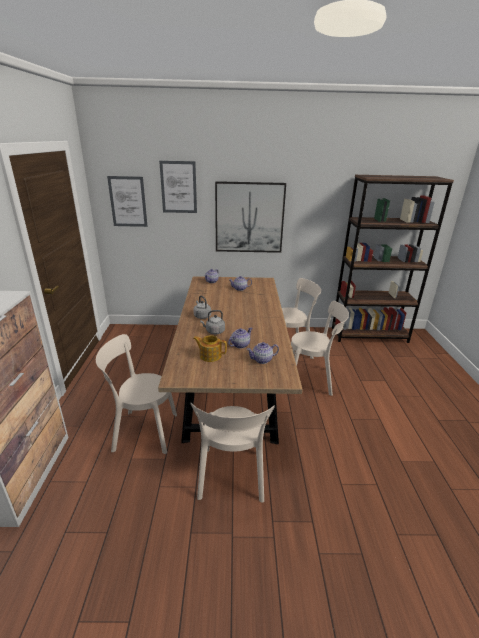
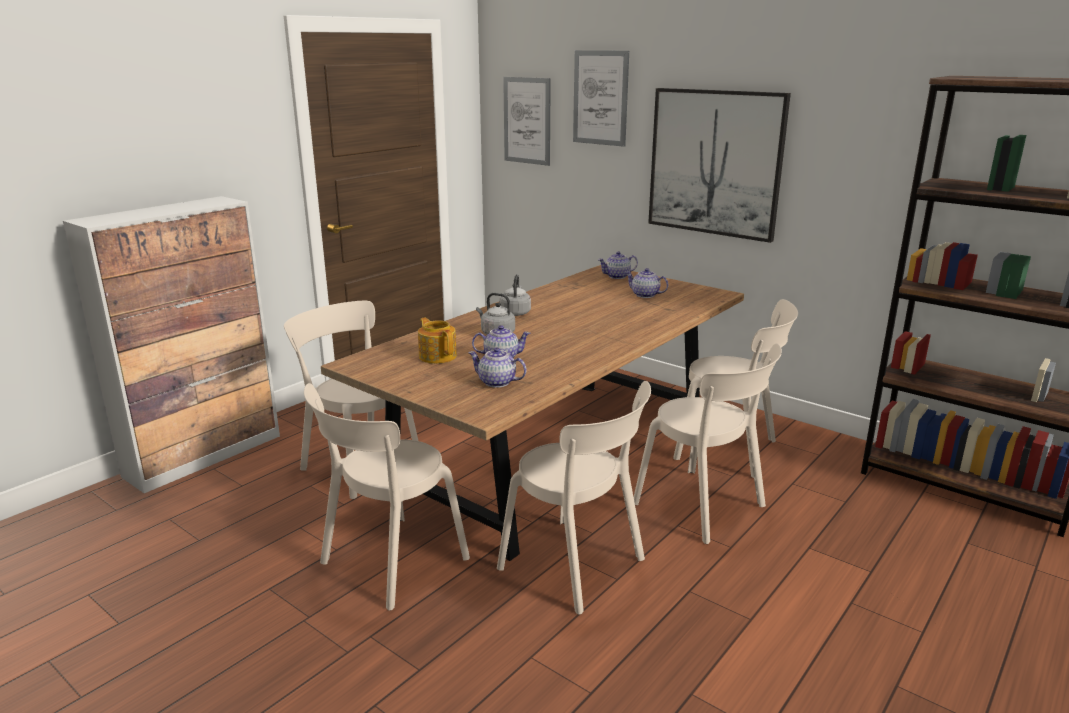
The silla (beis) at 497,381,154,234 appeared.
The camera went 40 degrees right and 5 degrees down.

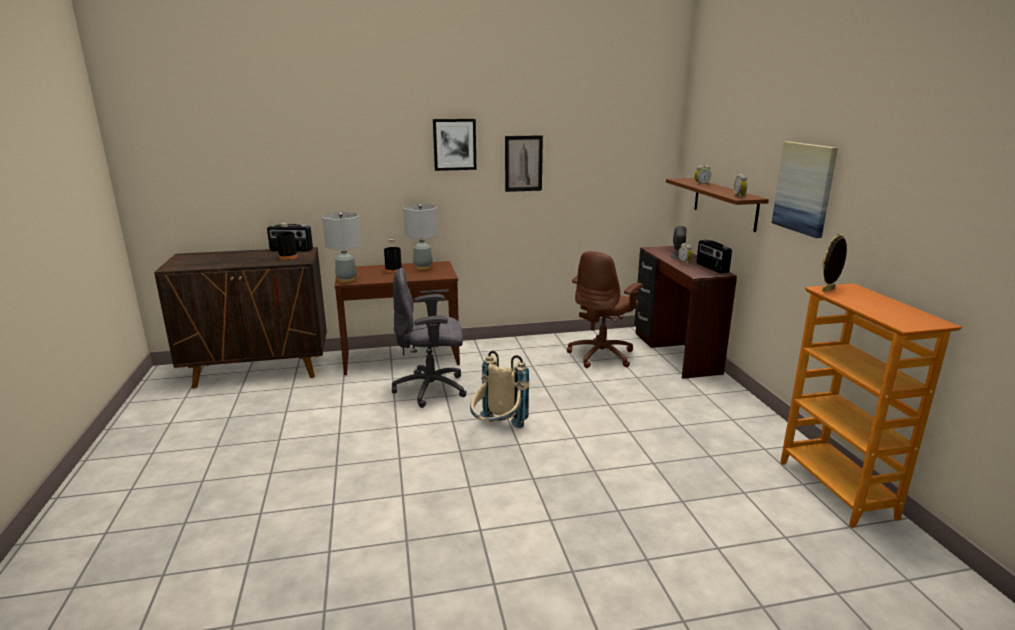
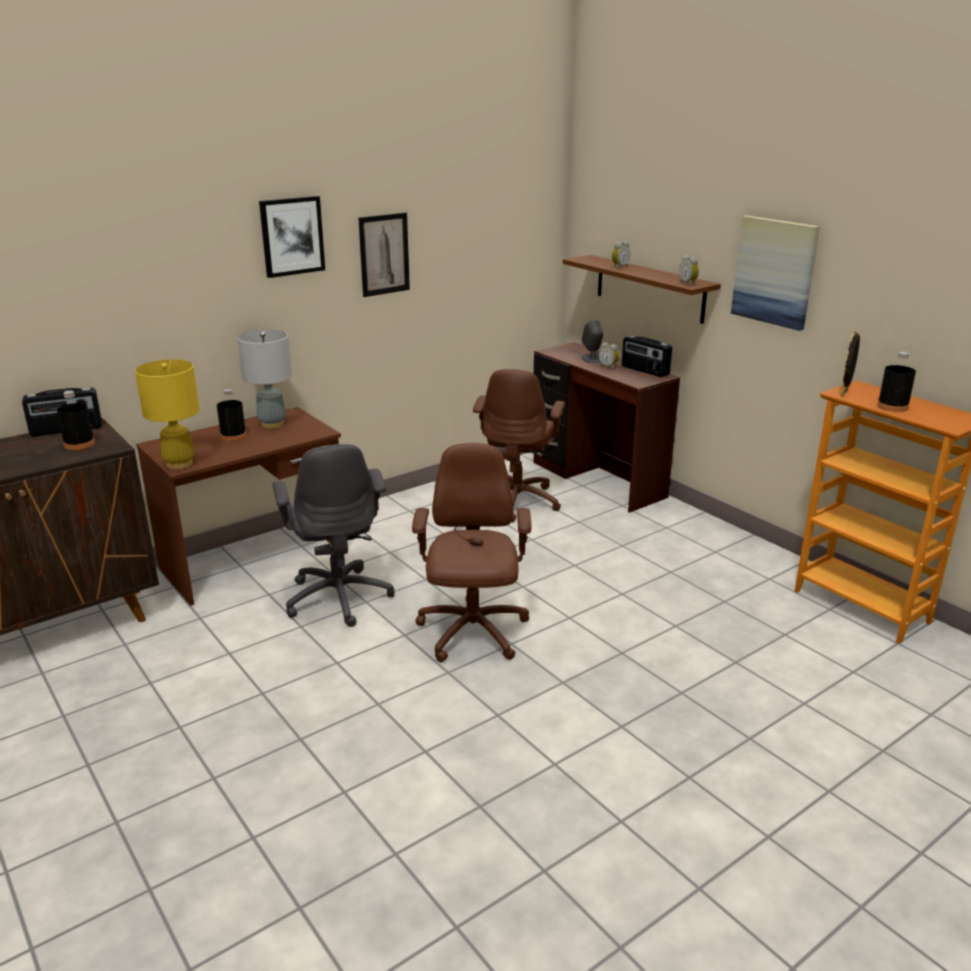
The lámpara de mesa (gris) at 322,212,39,71 became the lámpara de mesa (amarillo) at 135,360,65,110.
The silla de oficina (gris) at 392,268,75,140 turned 75 degrees counterclockwise.
The mochila (beis) at 470,351,59,77 was replaced by the silla de oficina (marrón) at 412,443,119,219.
The botella (negro) at 877,352,39,60 appeared.
The camera went 25 degrees left and 5 degrees up.

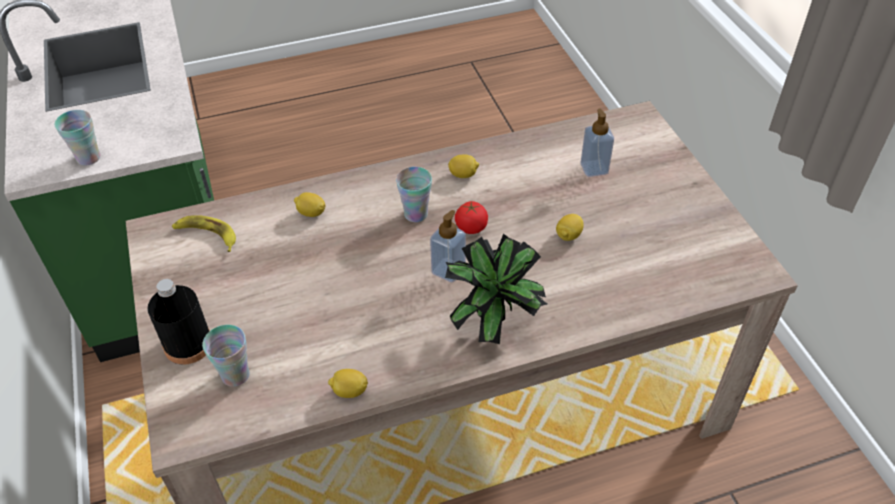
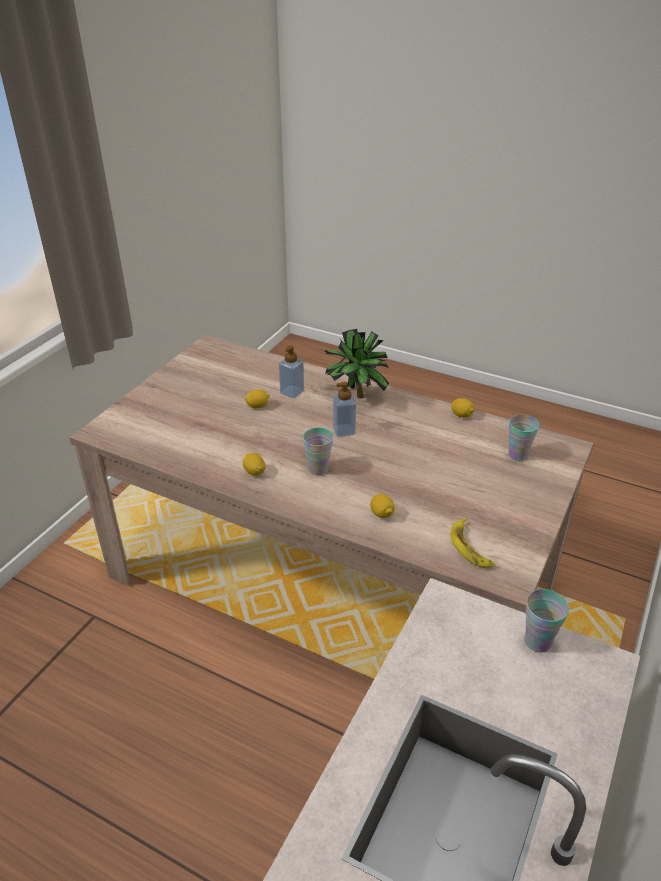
The dispensador de jabón moved from 580,109,34,68 to 279,345,25,54.
The botella (negro) at 147,279,63,86 disappeared.
The tomate at 455,201,33,33 disappeared.
The camera went 135 degrees left and 10 degrees down.

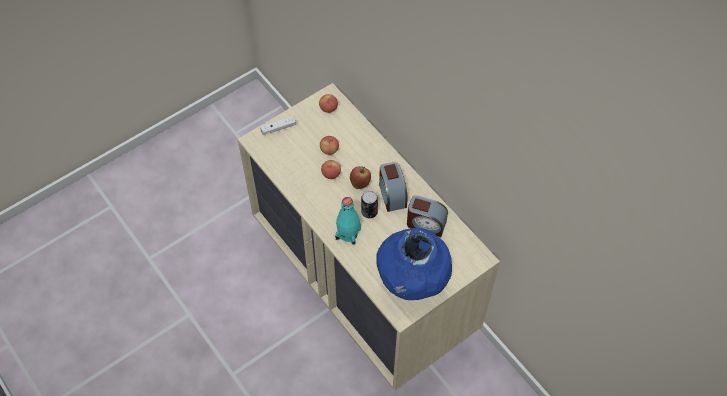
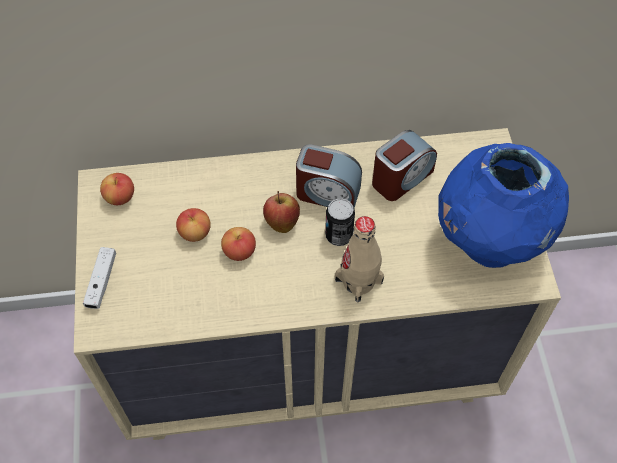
The botella (turquesa) at 335,197,26,48 became the botella (beis) at 335,216,49,86.
The camera went 60 degrees left and 0 degrees up.

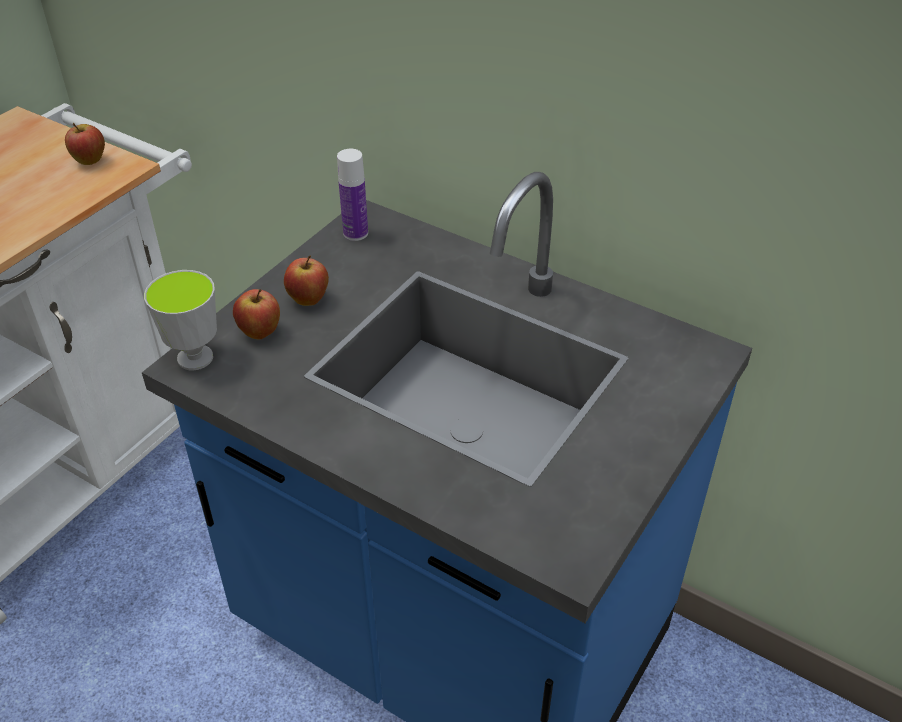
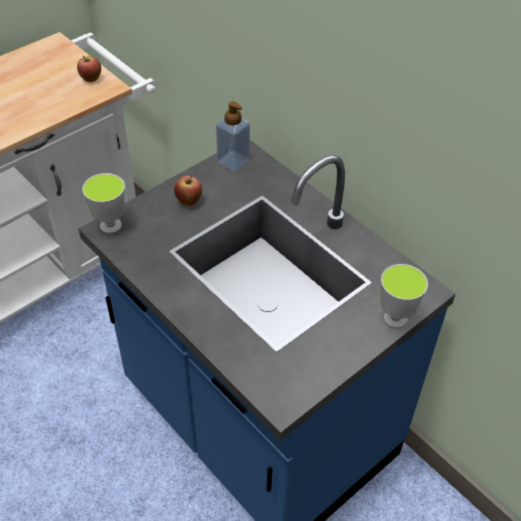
The botella at 337,149,31,92 was replaced by the dispensador de jabón at 216,101,34,71.
The taza at 380,264,48,64 appeared.
The manzana at 233,289,47,50 disappeared.
The camera went 15 degrees right and 5 degrees up.

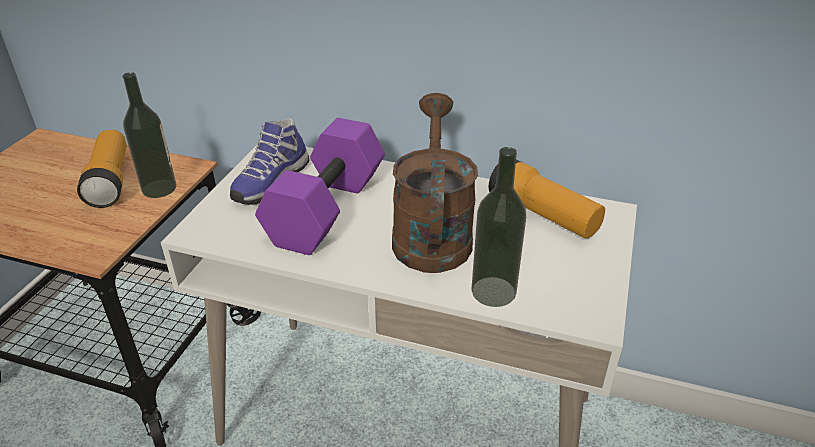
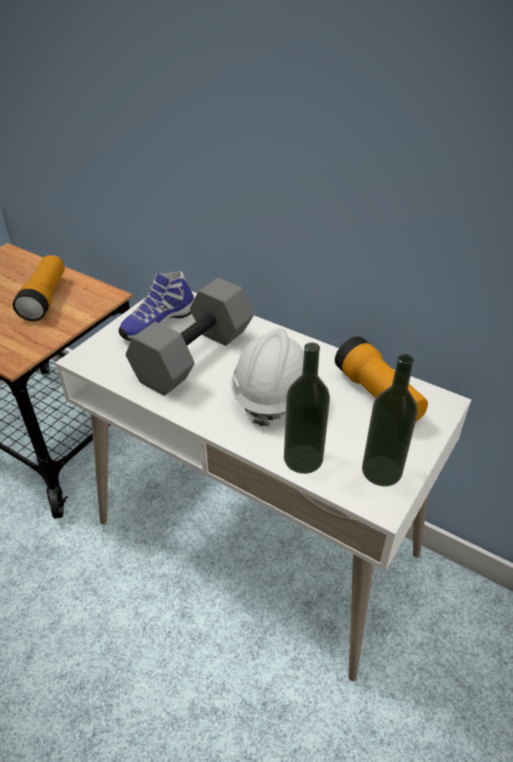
The mancuerna (morado) at 255,118,130,137 became the mancuerna (gris) at 126,278,128,118.
The regadera (marrón) at 392,93,86,180 was replaced by the casco (blanco) at 231,328,73,99.
The botella moved from 123,72,53,126 to 362,354,56,132.
The camera went 15 degrees right and 5 degrees up.

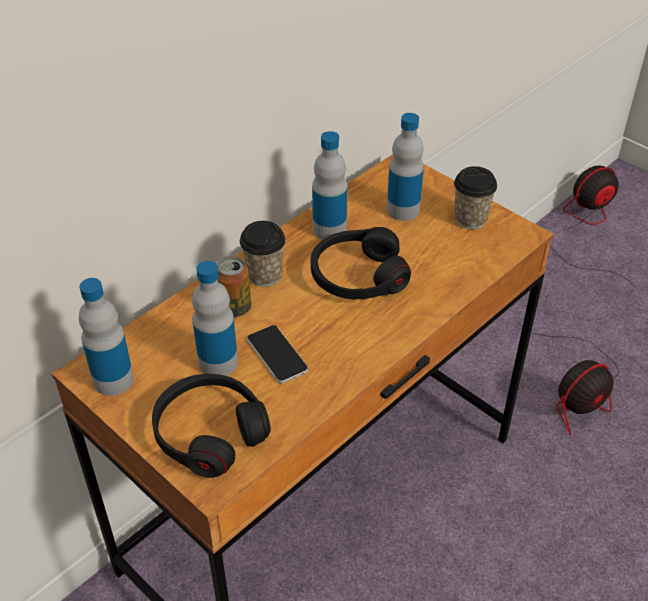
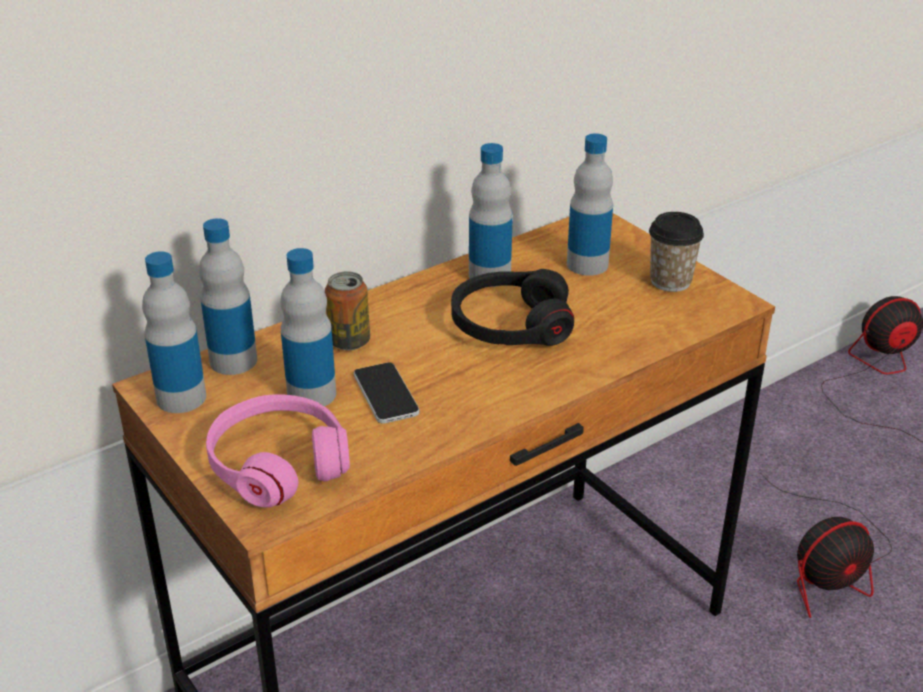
The botella at 199,218,58,157 appeared.
The auriculares (negro) at 152,374,119,104 became the auriculares (rosa) at 206,394,144,113.
The taza at 240,221,45,66 disappeared.
The camera went 10 degrees right and 10 degrees down.

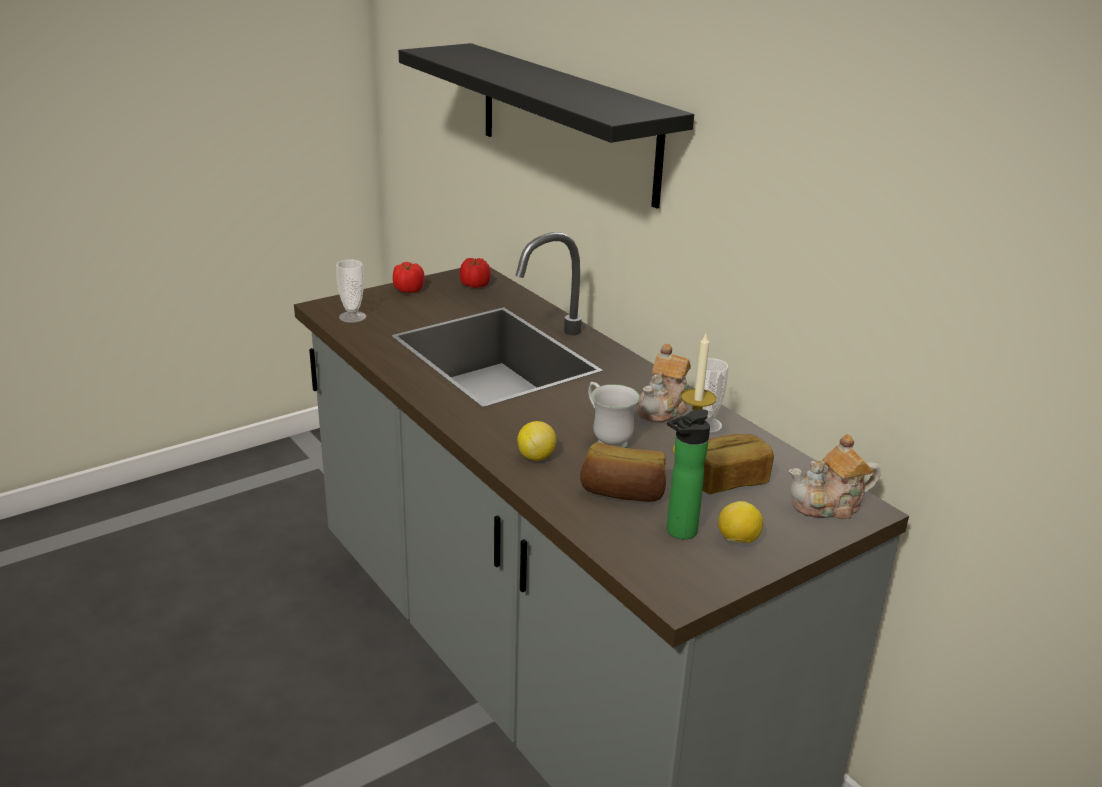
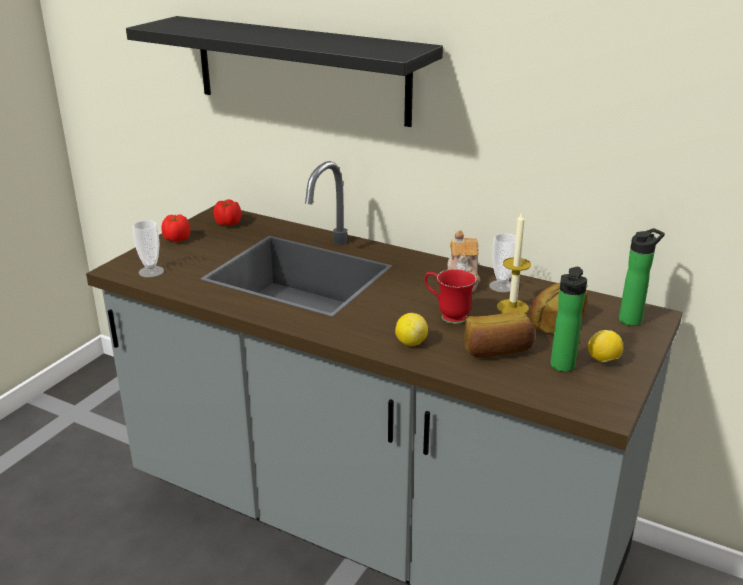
The taza grande (blanco) at 588,382,52,66 became the taza grande (rojo) at 425,269,51,55.
The tetera at 789,434,92,85 was replaced by the botella at 619,228,46,98.
The camera went 25 degrees left and 0 degrees up.

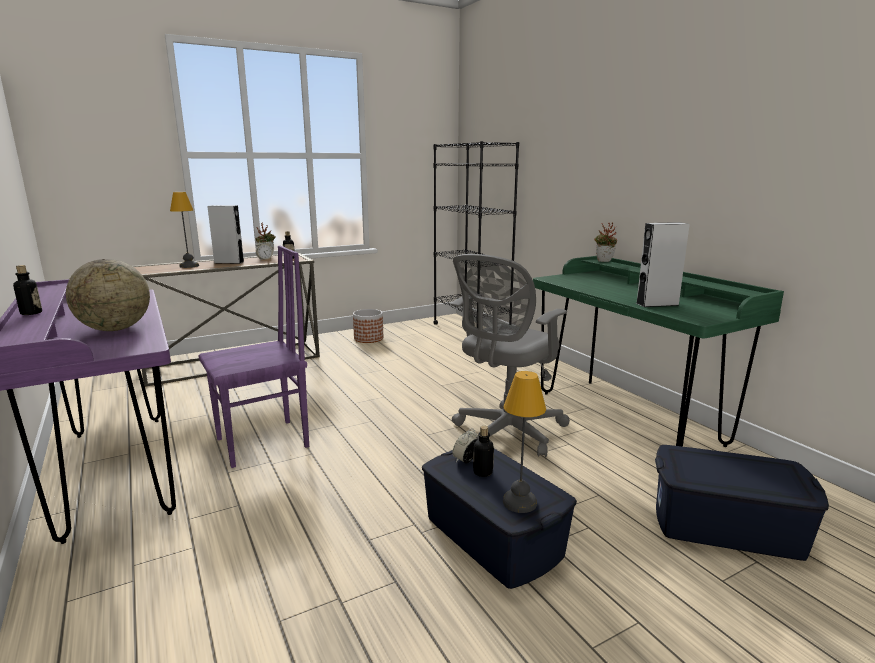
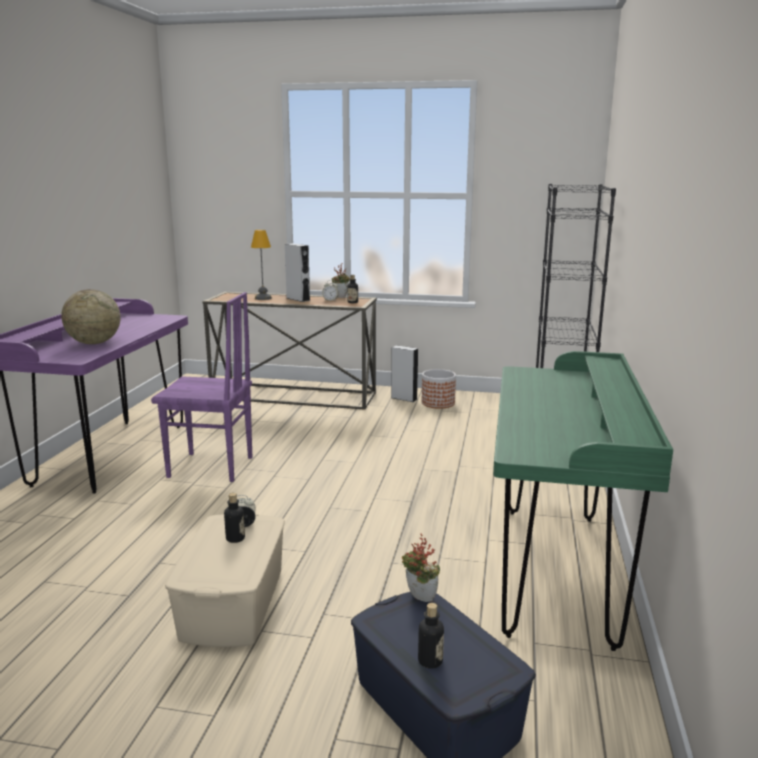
The caja de almacenaje (azul) at 422,449,155,140 became the caja de almacenaje (beis) at 165,514,120,133.
The altavoz (gris) moved from 636,222,54,85 to 391,345,27,57.
The planta en maceta moved from 594,223,23,39 to 402,534,38,68.
The botella moved from 13,265,29,50 to 418,603,26,66.
The silla de oficina (gris) at 451,254,119,203 disappeared.
The lámpara de mesa at 503,371,43,142 disappeared.
The camera went 40 degrees right and 0 degrees up.

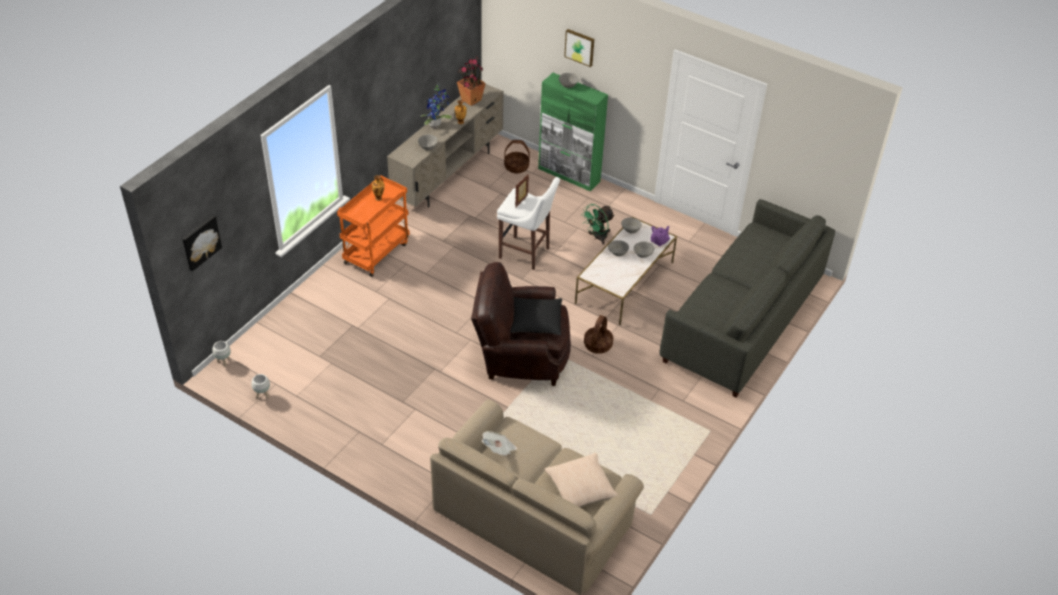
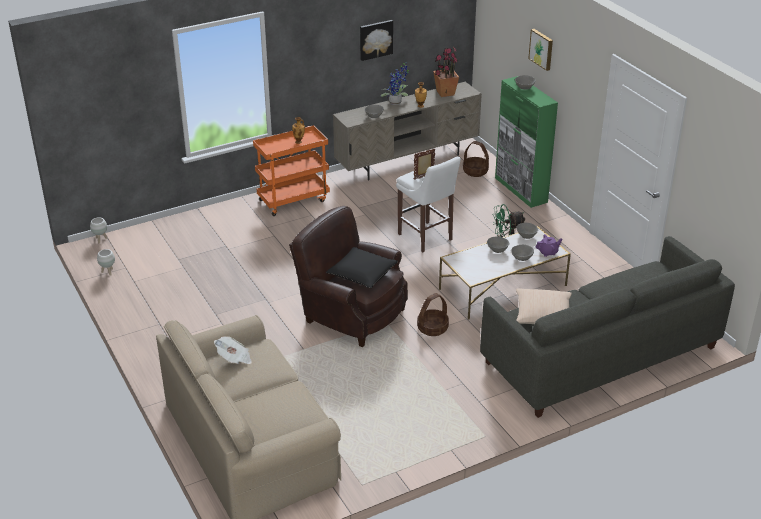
The cuadro moved from 182,215,40,56 to 360,20,33,41.
The cojín (beis) moved from 544,453,74,54 to 516,288,56,36.
The camera went 30 degrees right and 10 degrees down.

